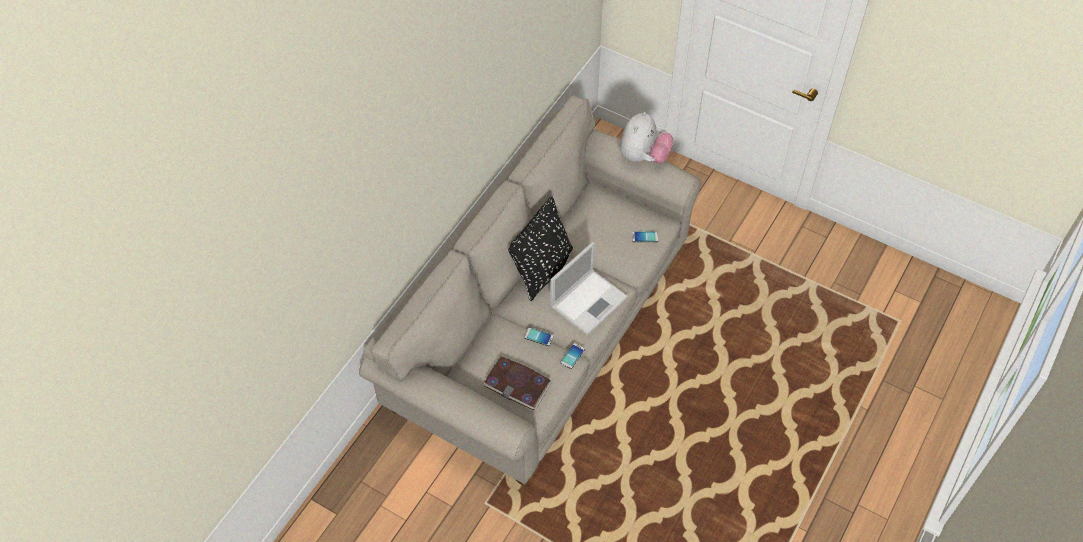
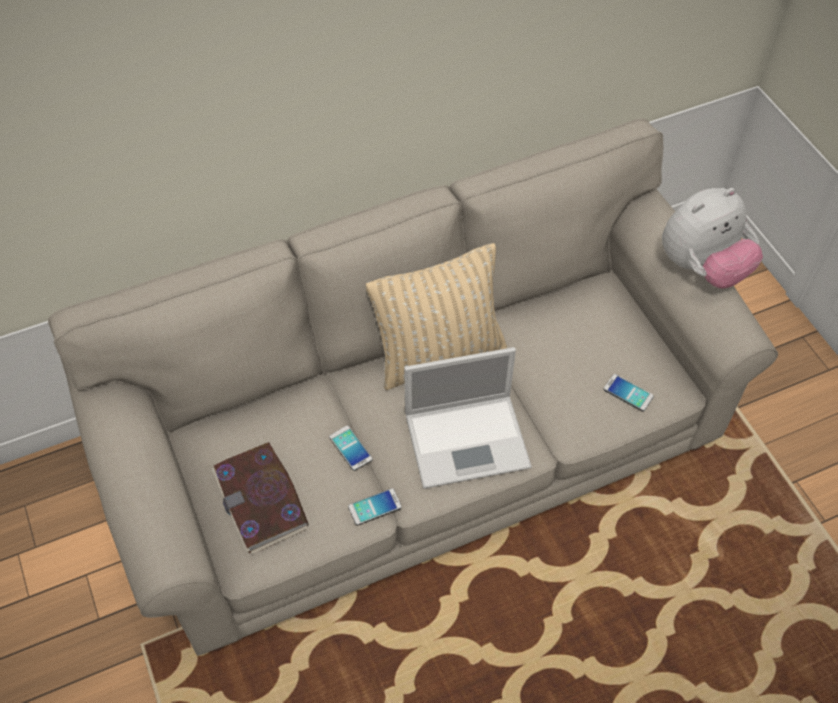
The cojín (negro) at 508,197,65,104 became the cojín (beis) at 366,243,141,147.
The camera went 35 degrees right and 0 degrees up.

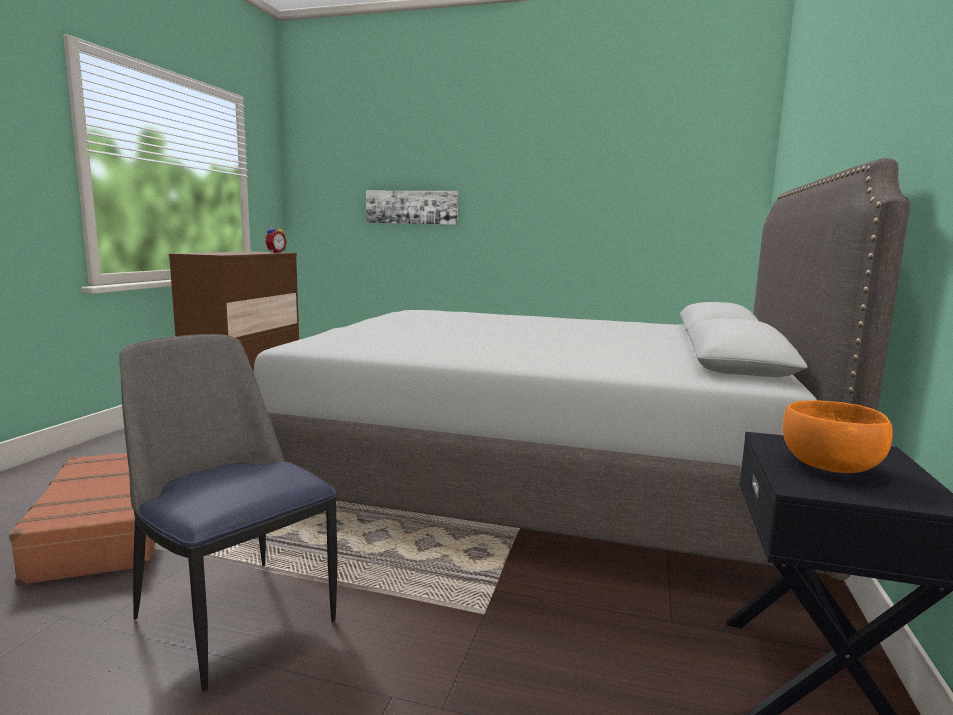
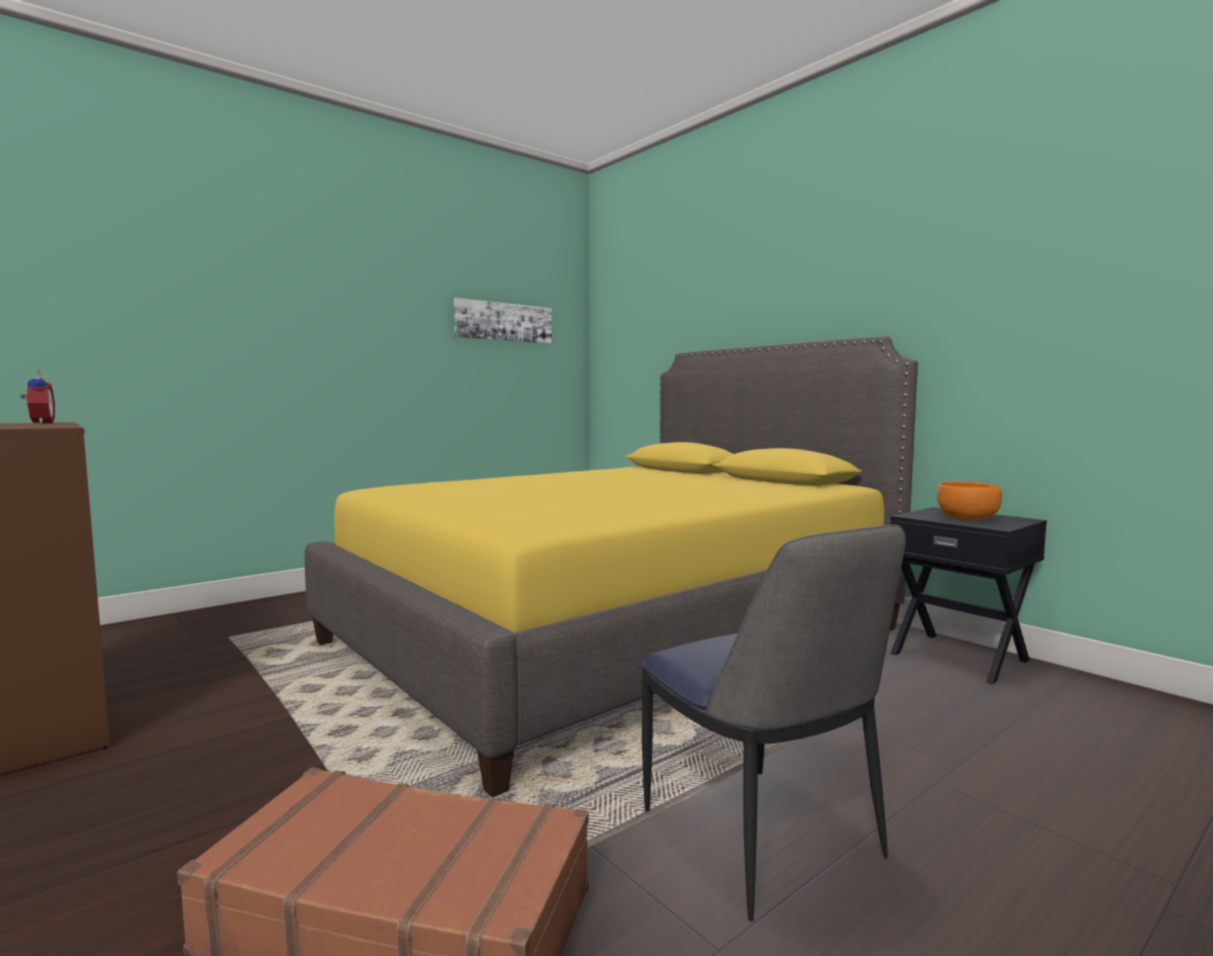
The cama (gris) at 254,158,656,442 became the cama (amarillo) at 305,336,613,461.
The cuadro moved from 366,191,92,34 to 454,298,98,46.
The silla at 119,334,218,357 turned 105 degrees counterclockwise.
The camera went 55 degrees left and 5 degrees down.

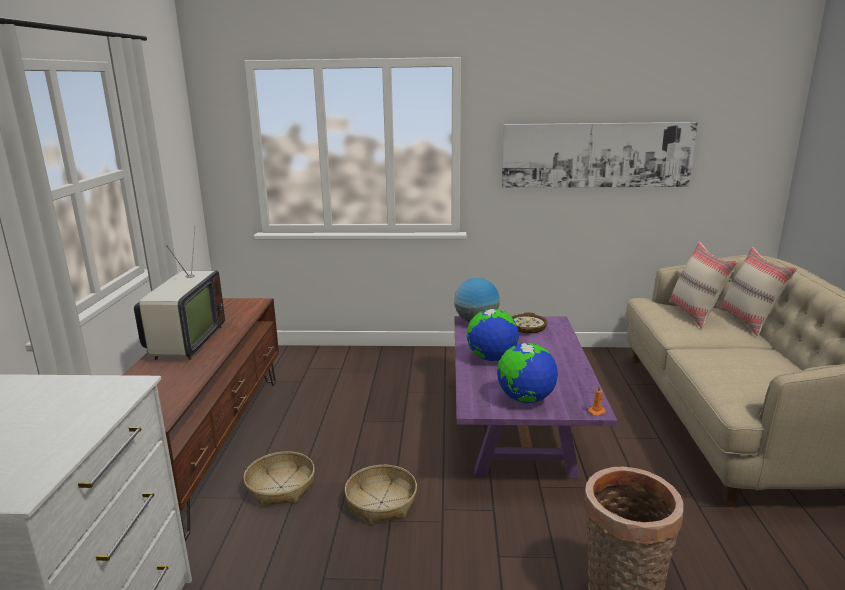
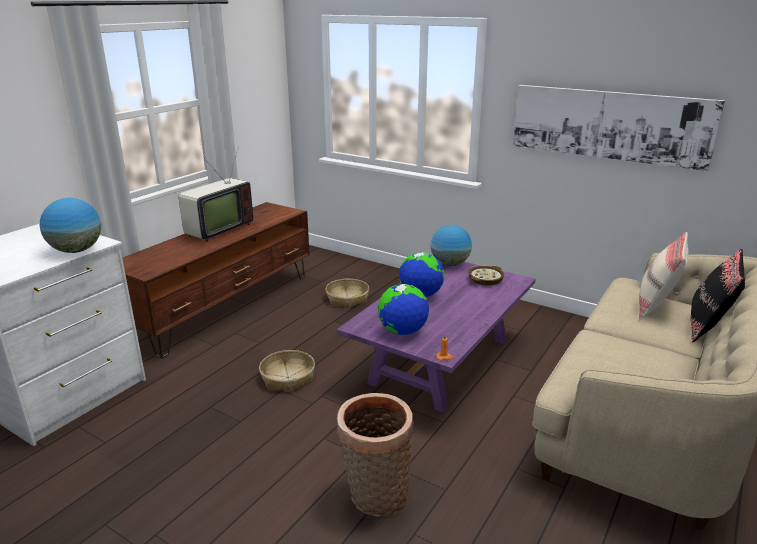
The globo terráqueo at 40,198,61,55 appeared.
The cesta moved from 244,451,71,56 to 326,279,43,29.
The cojín (beis) at 719,247,78,89 became the cojín (negro) at 690,249,55,93.
The camera went 30 degrees right and 5 degrees up.

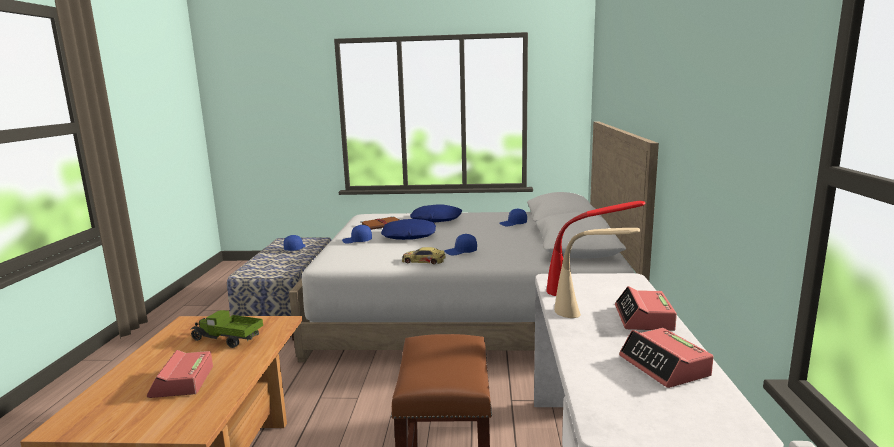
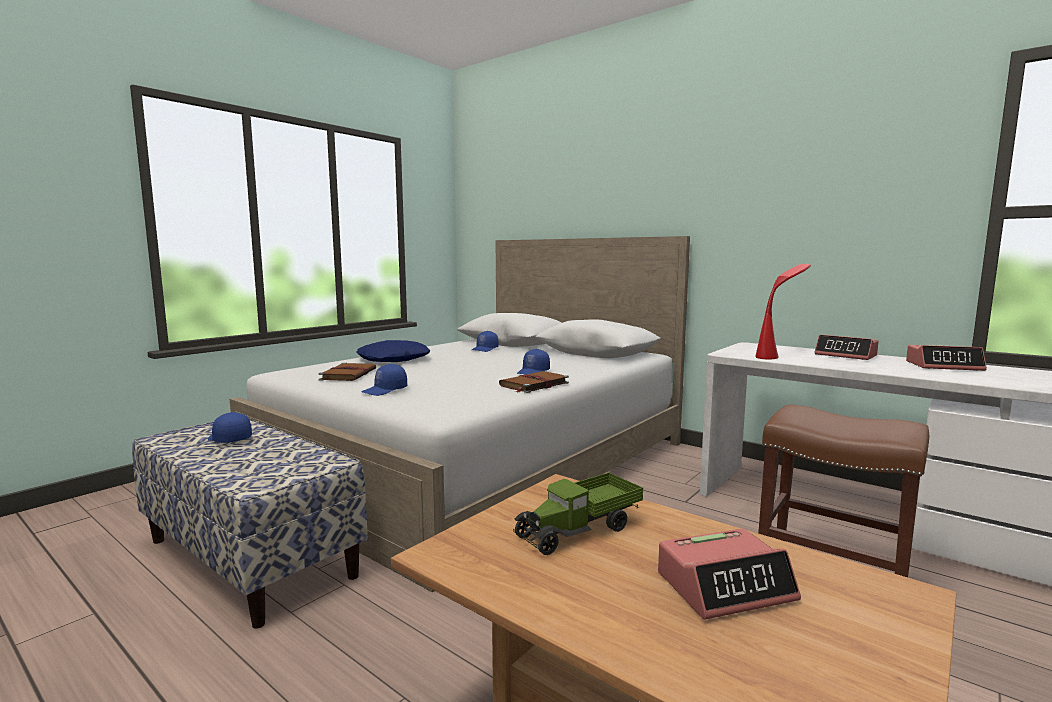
The coche de juguete at 402,247,44,17 was replaced by the libro (marrón) at 499,371,70,22.
The despertador at 147,350,66,48 turned 45 degrees counterclockwise.
The cojín (azul) at 381,219,55,21 disappeared.
The lámpara de mesa (beis) at 554,228,87,90 disappeared.
The camera went 55 degrees left and 5 degrees down.

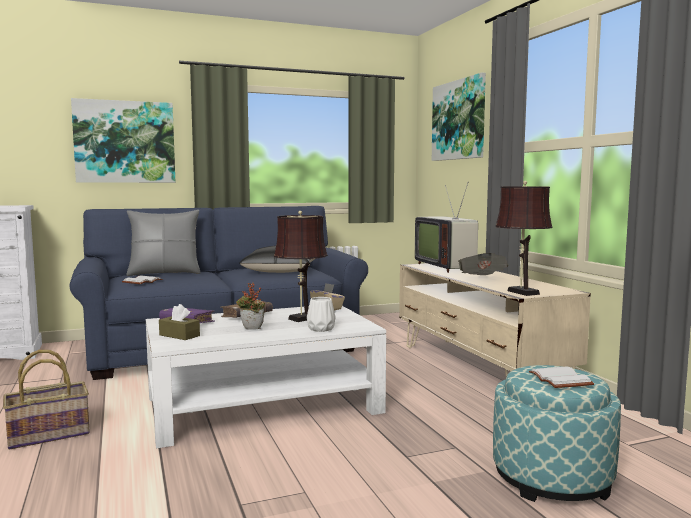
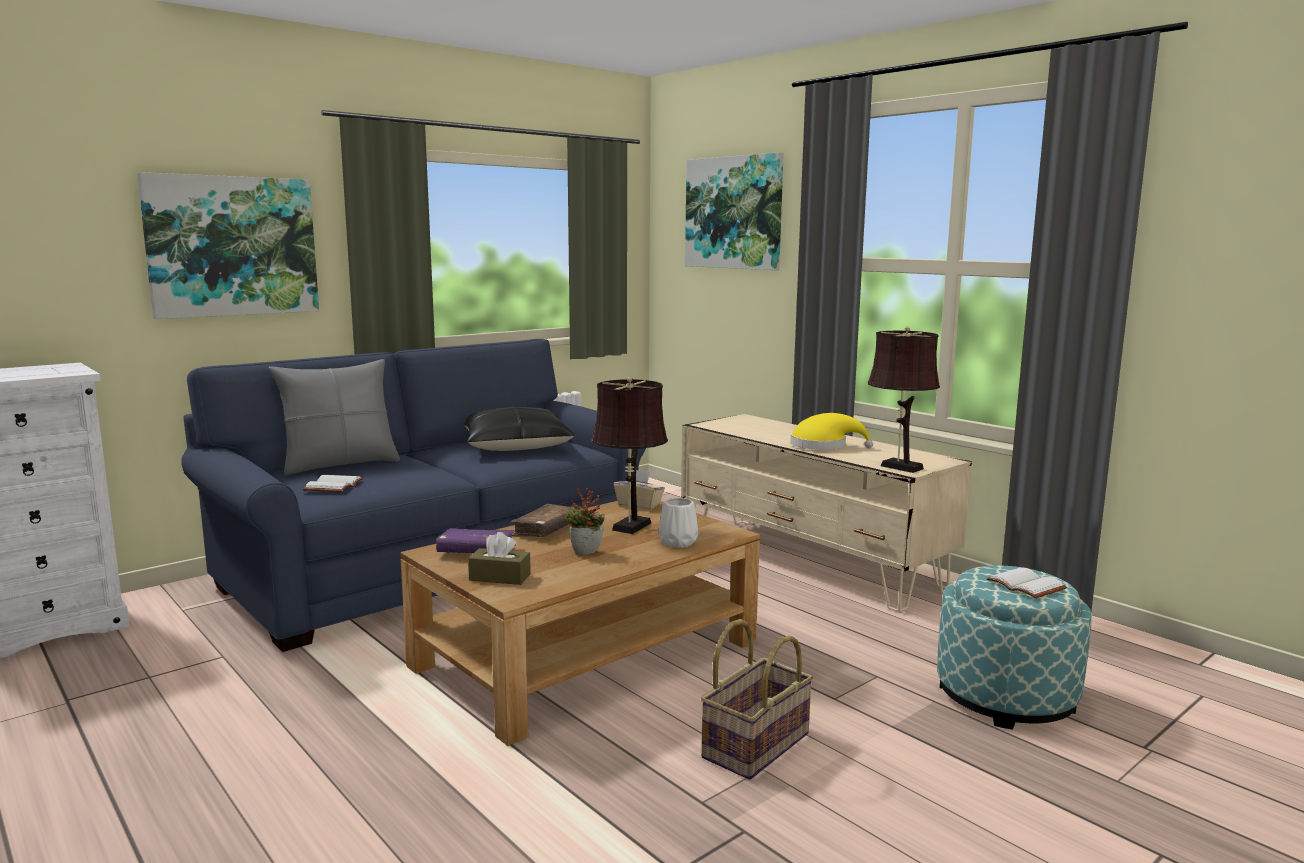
The mesa de centro (blanco) at 146,306,240,143 became the mesa de centro (marrón) at 400,501,360,245.
The cesta moved from 3,350,87,99 to 700,619,113,161.
The periódico at 458,253,51,22 was replaced by the sombrero (amarillo) at 790,413,83,37.
The televisor at 415,181,63,92 disappeared.
The camera went 20 degrees left and 5 degrees up.

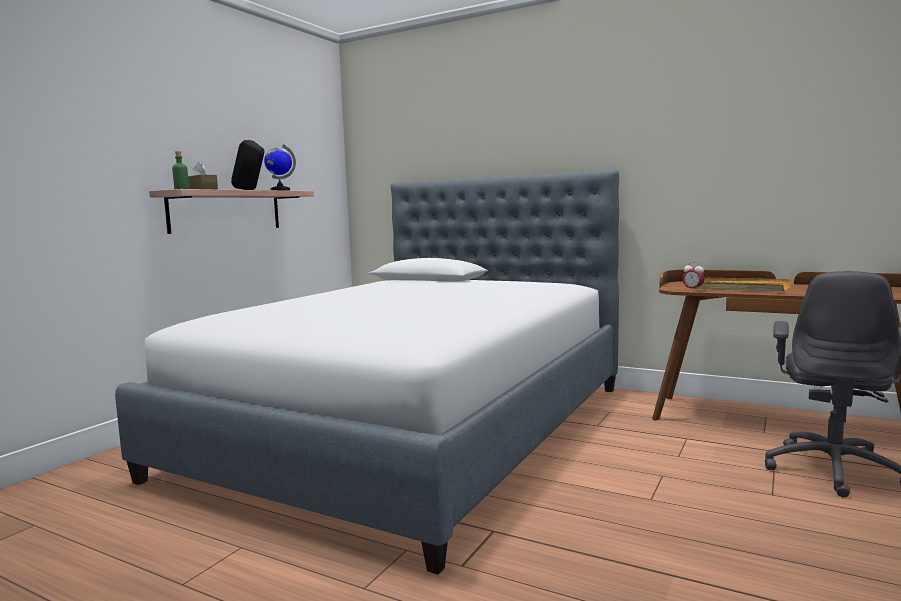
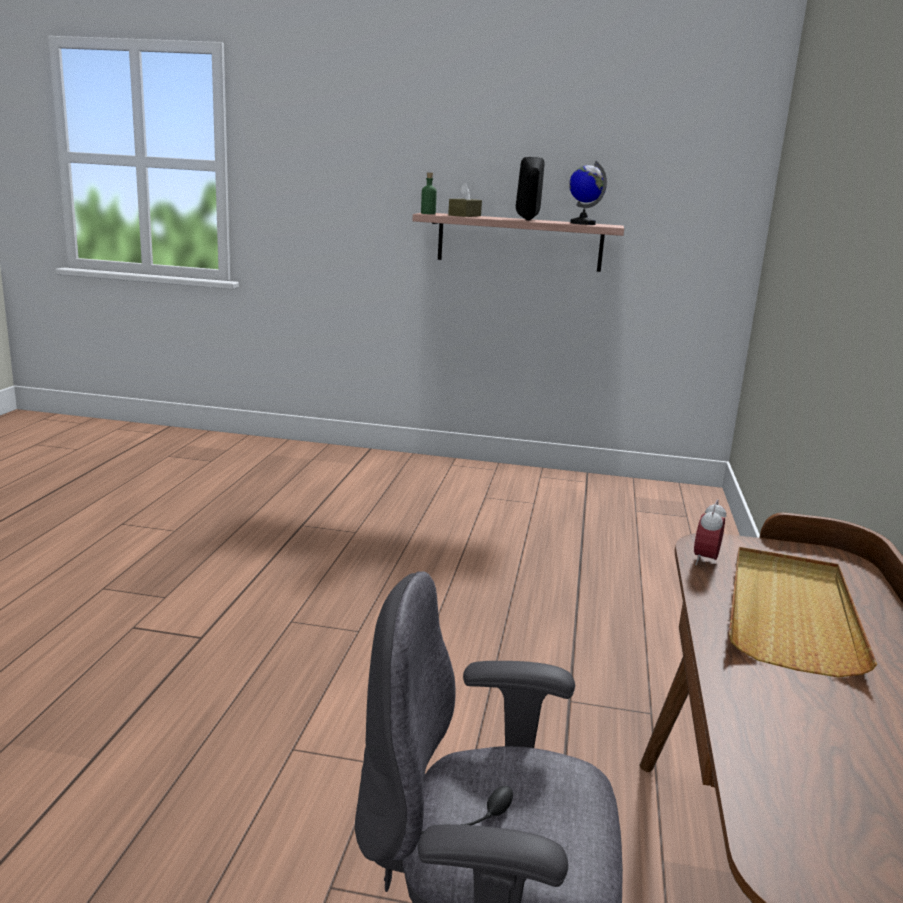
The cama at 115,170,504,405 disappeared.
The camera went 70 degrees right and 10 degrees up.

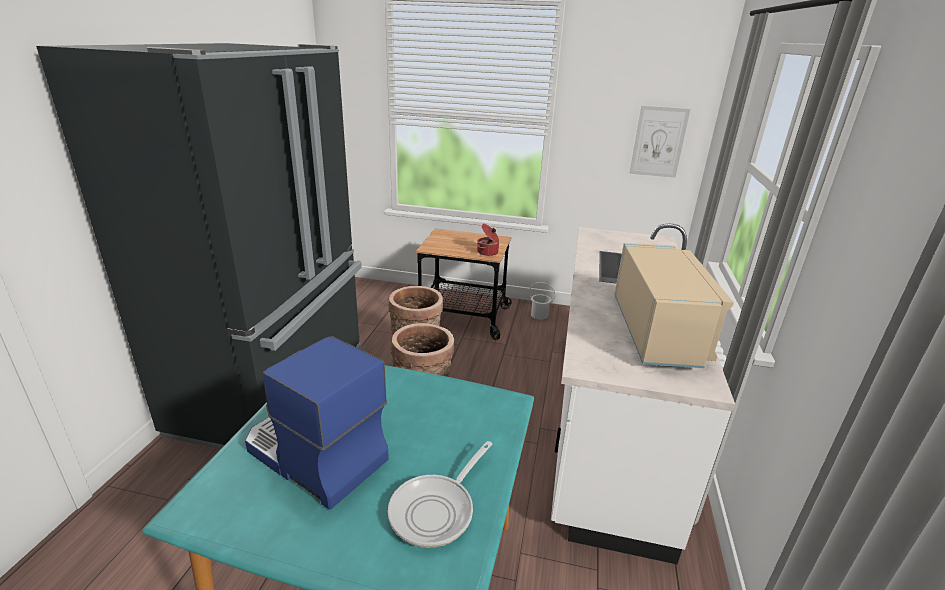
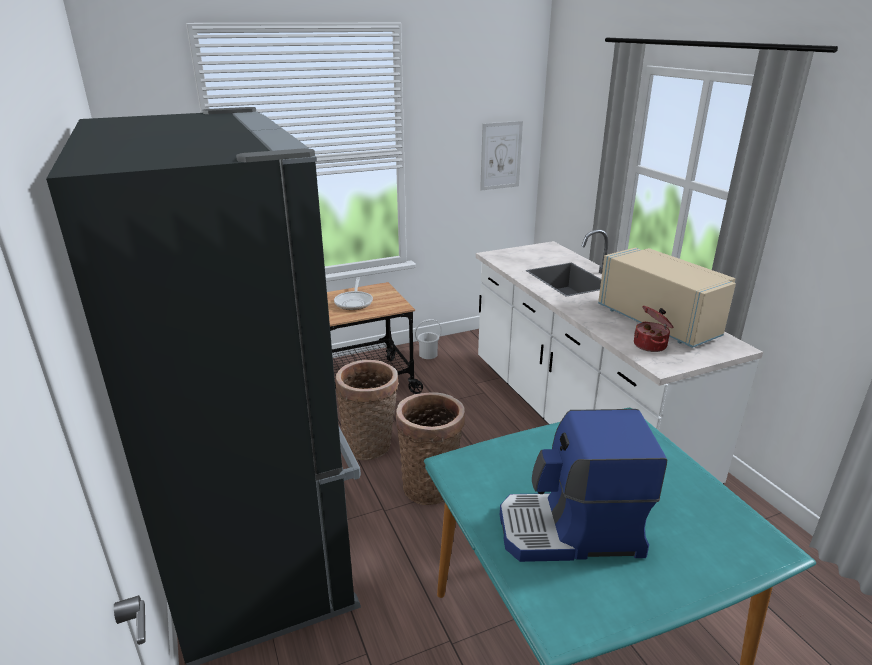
The sartén moved from 388,441,104,107 to 334,277,39,33.
The olla moved from 477,224,22,32 to 634,306,39,46.
The camera went 35 degrees left and 0 degrees up.

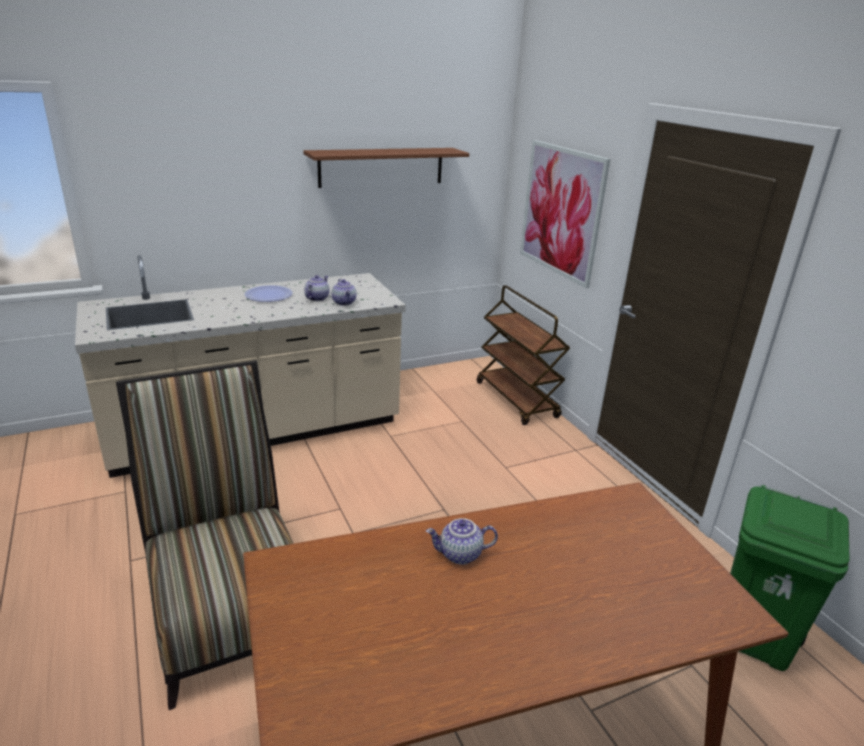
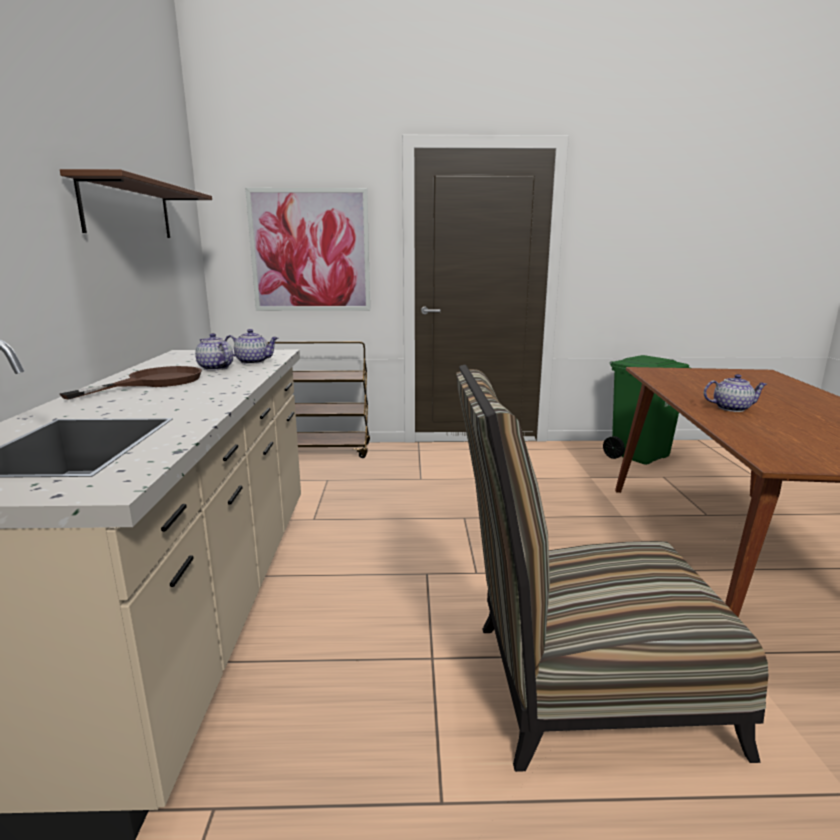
The plato at 245,285,48,17 was replaced by the sartén (marrón) at 60,366,142,34.
The tetera at 426,518,72,47 turned 105 degrees counterclockwise.
The camera went 65 degrees left and 10 degrees down.

